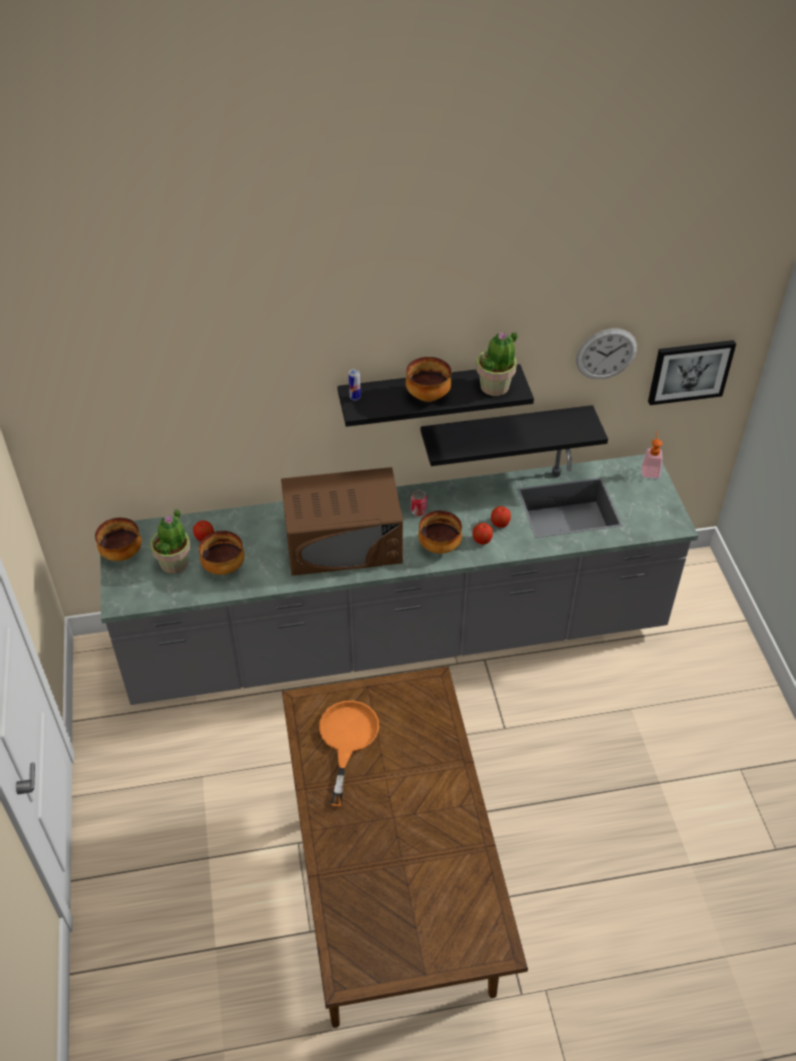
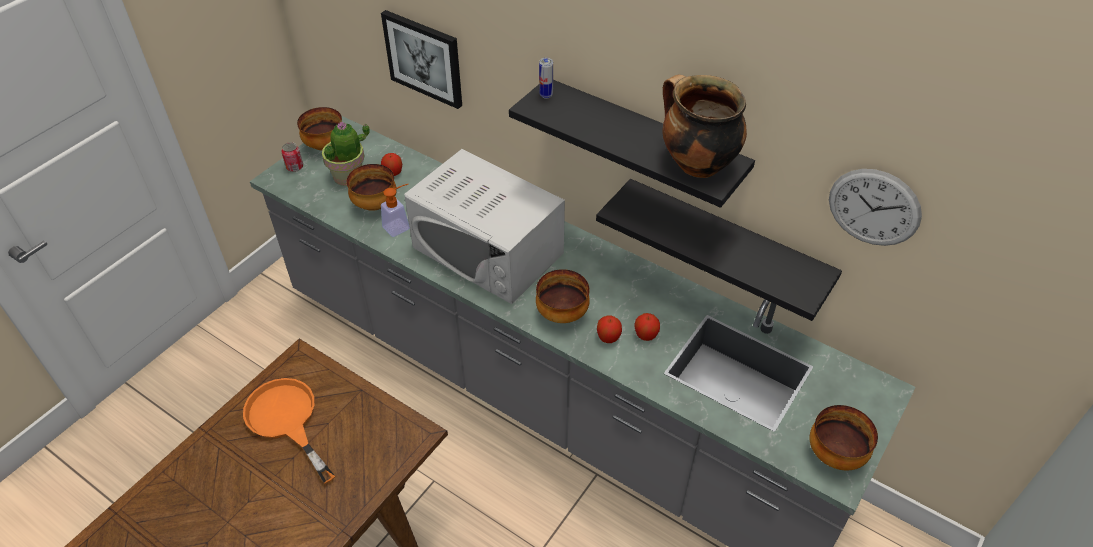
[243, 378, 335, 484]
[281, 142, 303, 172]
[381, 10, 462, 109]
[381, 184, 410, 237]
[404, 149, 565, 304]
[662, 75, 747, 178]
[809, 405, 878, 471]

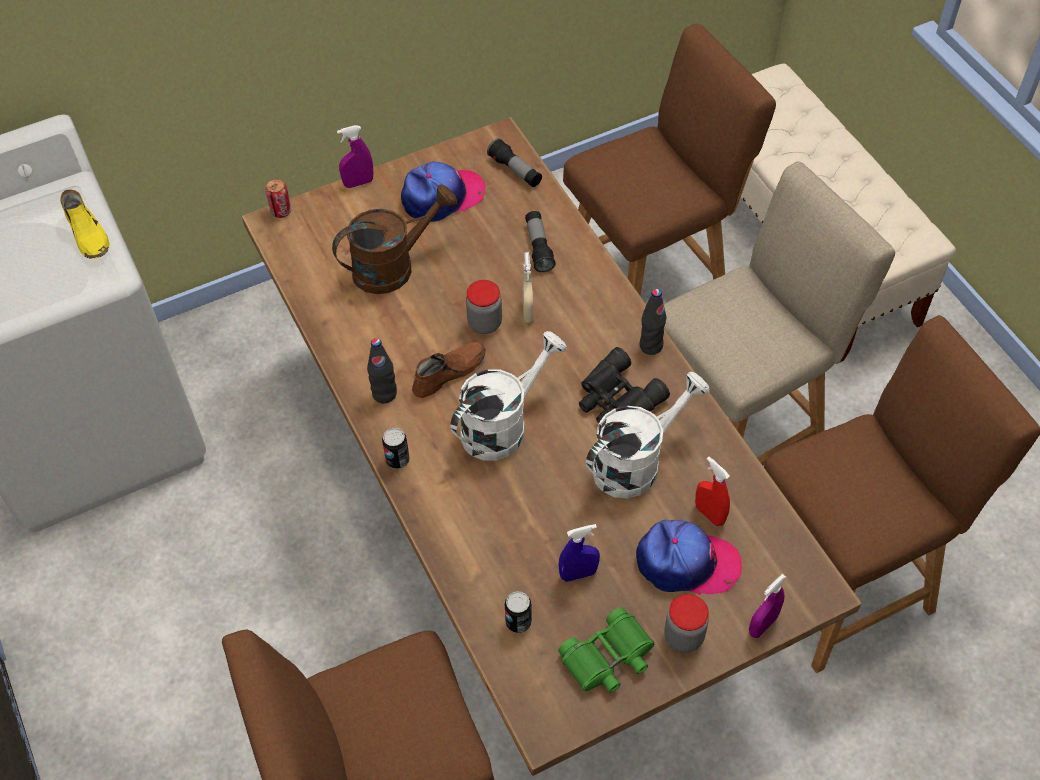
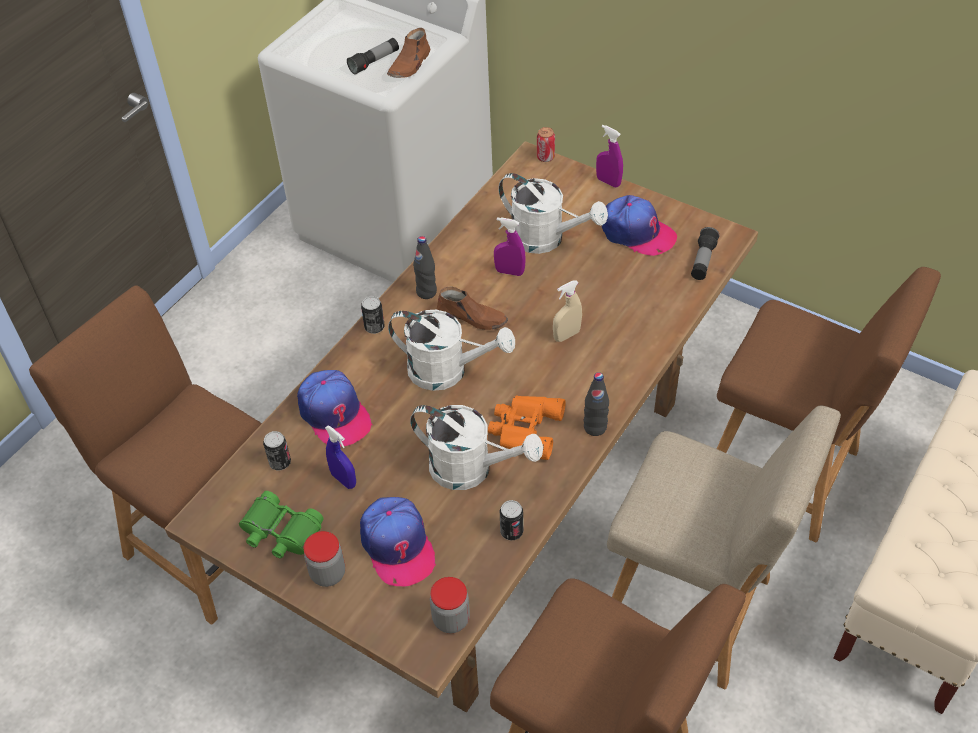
[297, 370, 372, 447]
[347, 38, 399, 75]
[387, 28, 431, 78]
[430, 577, 470, 633]
[488, 395, 566, 460]
[494, 217, 526, 276]
[498, 173, 608, 254]
[500, 500, 523, 540]
[695, 457, 730, 526] (first image)

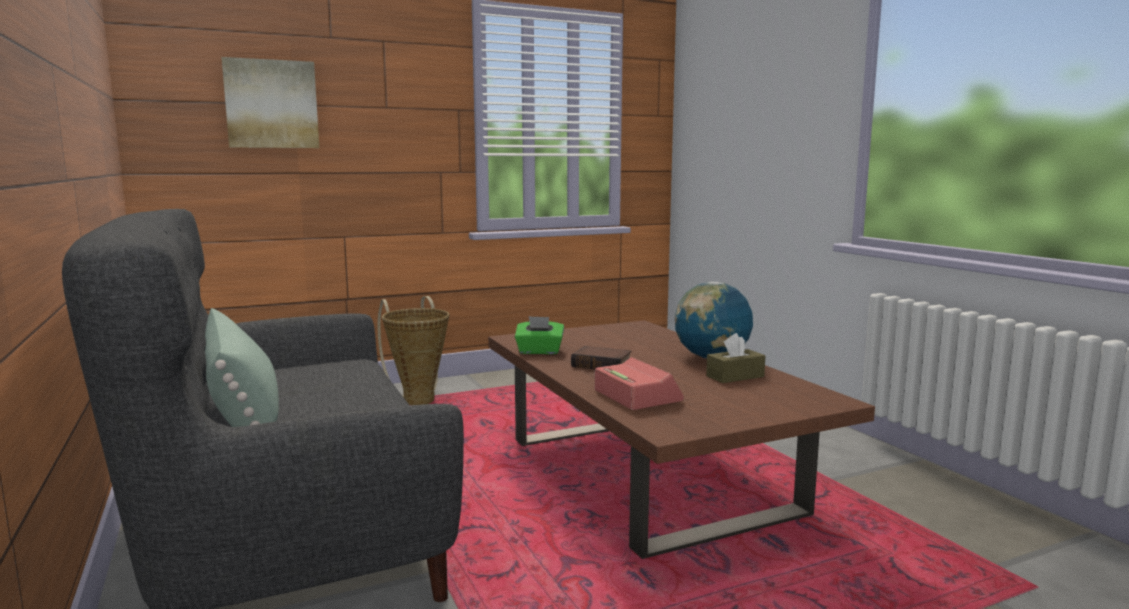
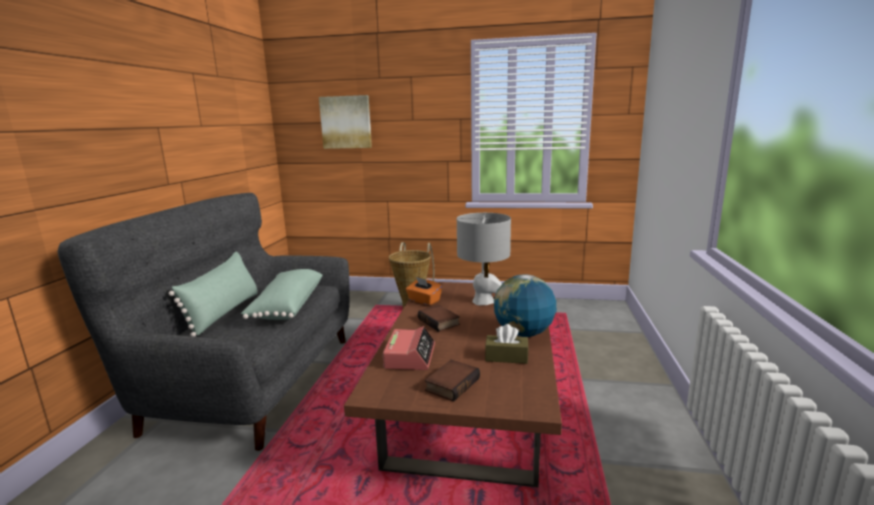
[241, 269, 323, 320]
[406, 277, 442, 306]
[425, 360, 480, 402]
[457, 213, 511, 305]

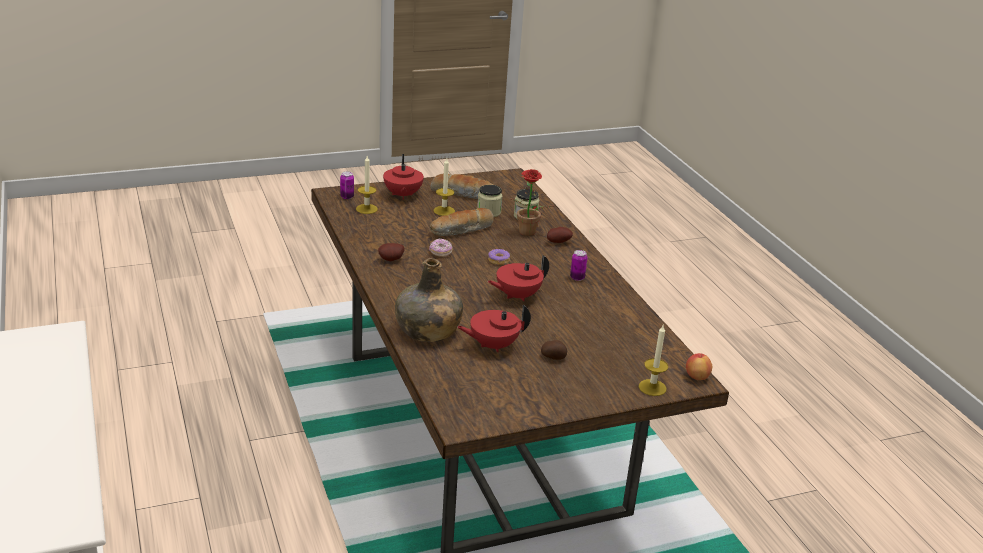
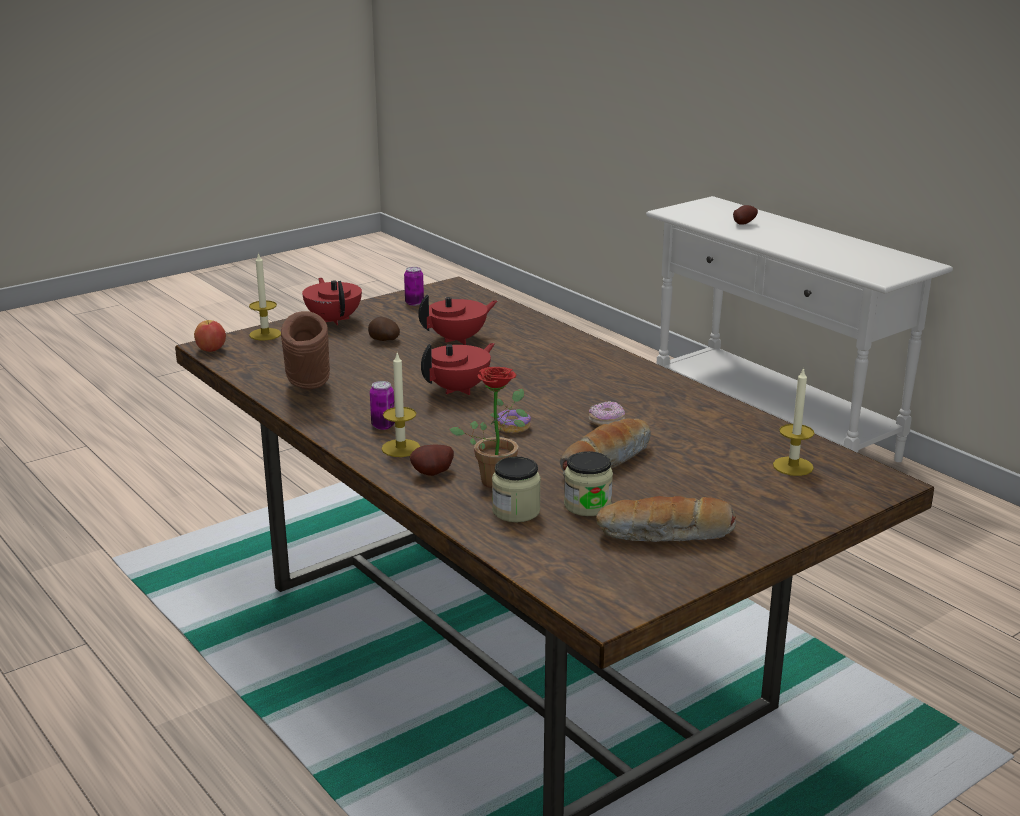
[281, 311, 330, 389]
[302, 278, 362, 325]
[382, 353, 420, 457]
[404, 267, 424, 306]
[733, 205, 758, 225]
[395, 258, 463, 342] (first image)

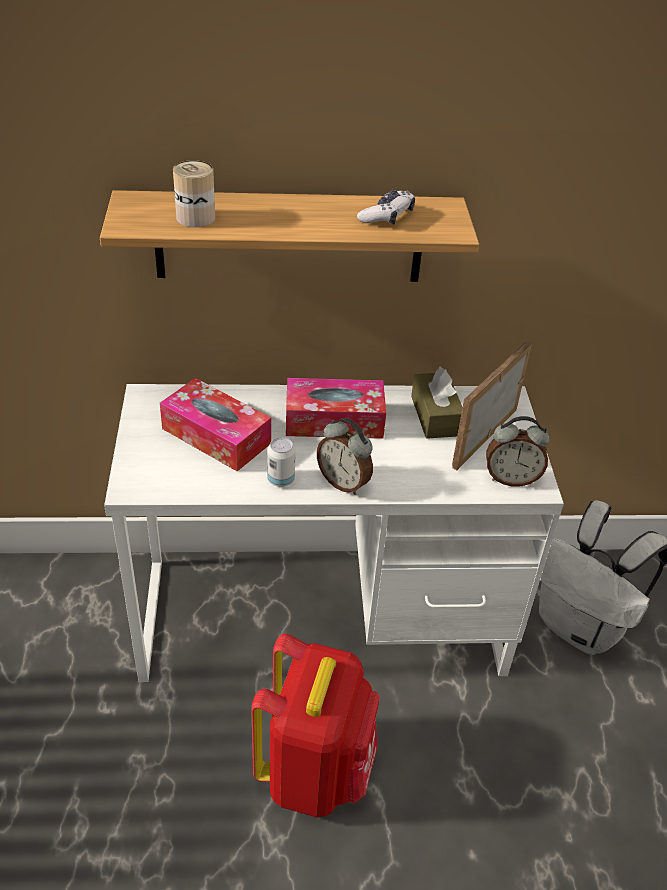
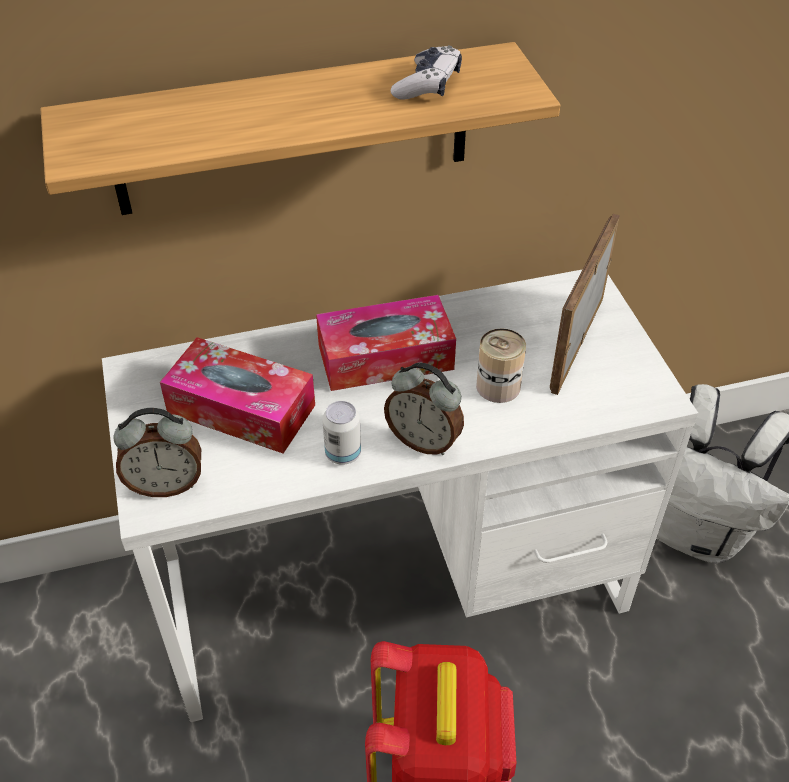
[113, 408, 201, 497]
[476, 328, 526, 403]
[411, 367, 463, 439] (first image)

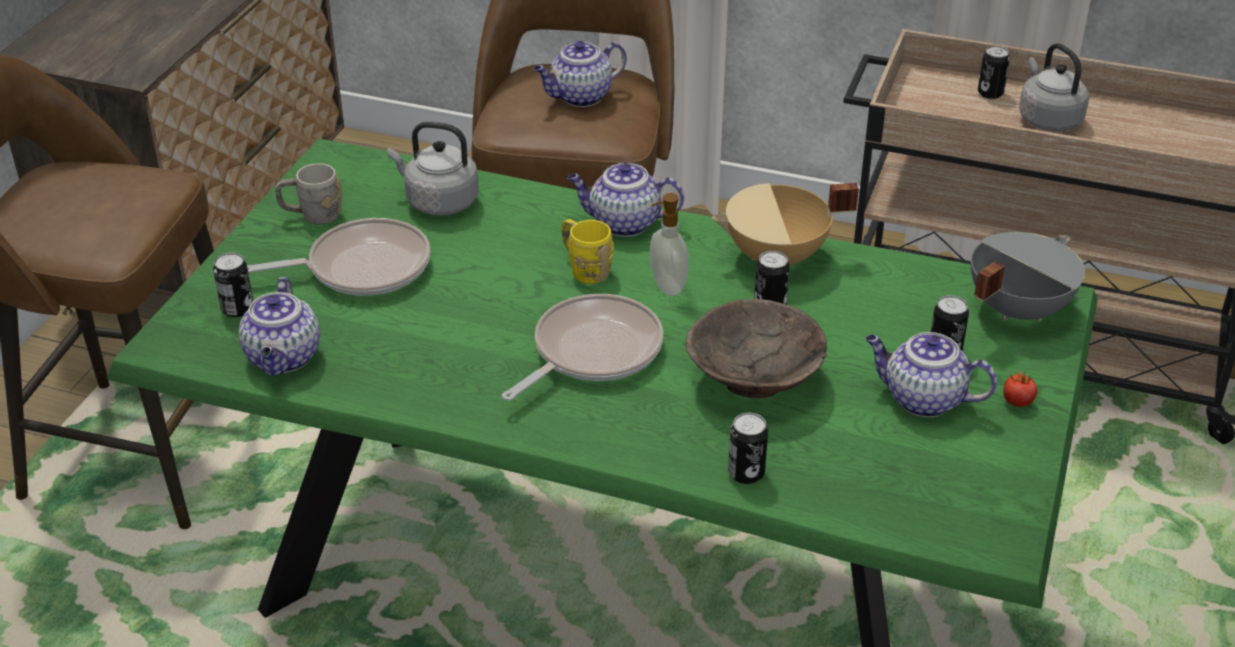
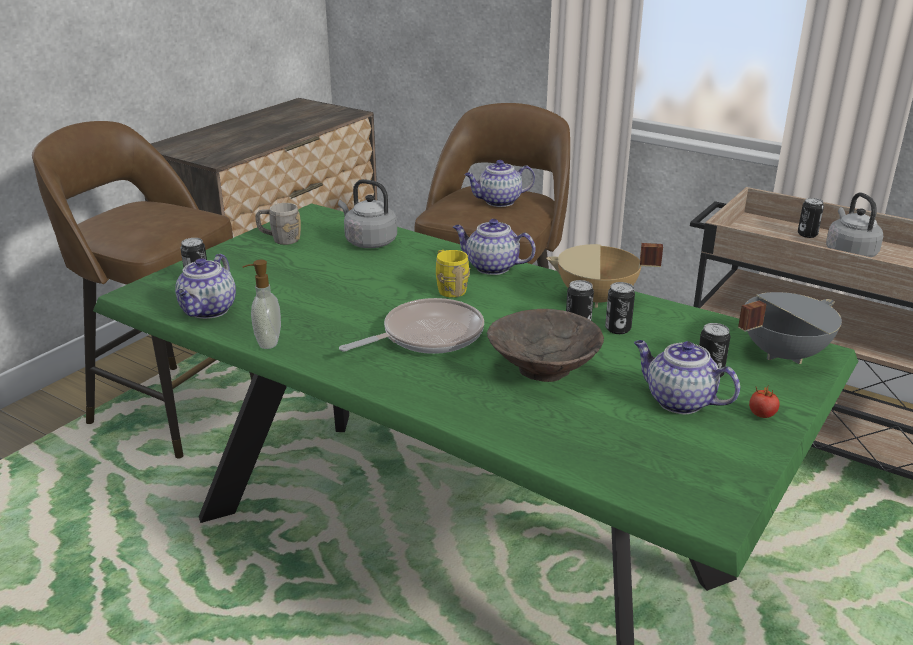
[243, 260, 281, 349]
[605, 282, 635, 334]
[247, 218, 431, 296] (first image)

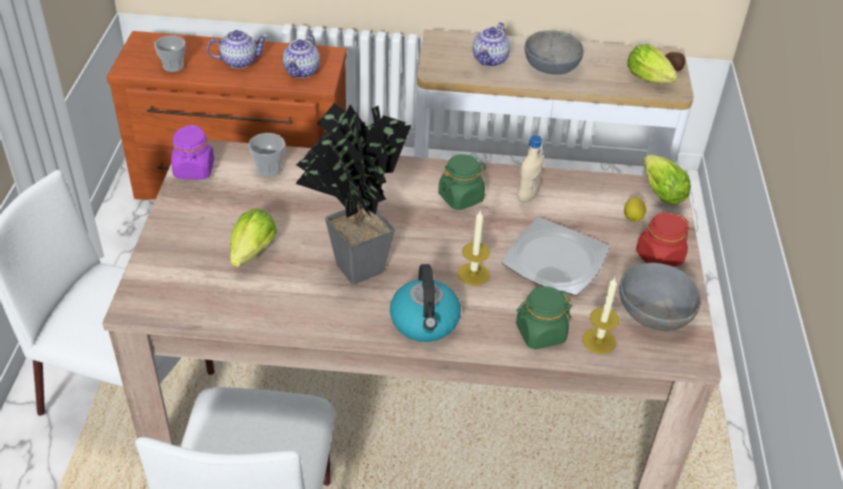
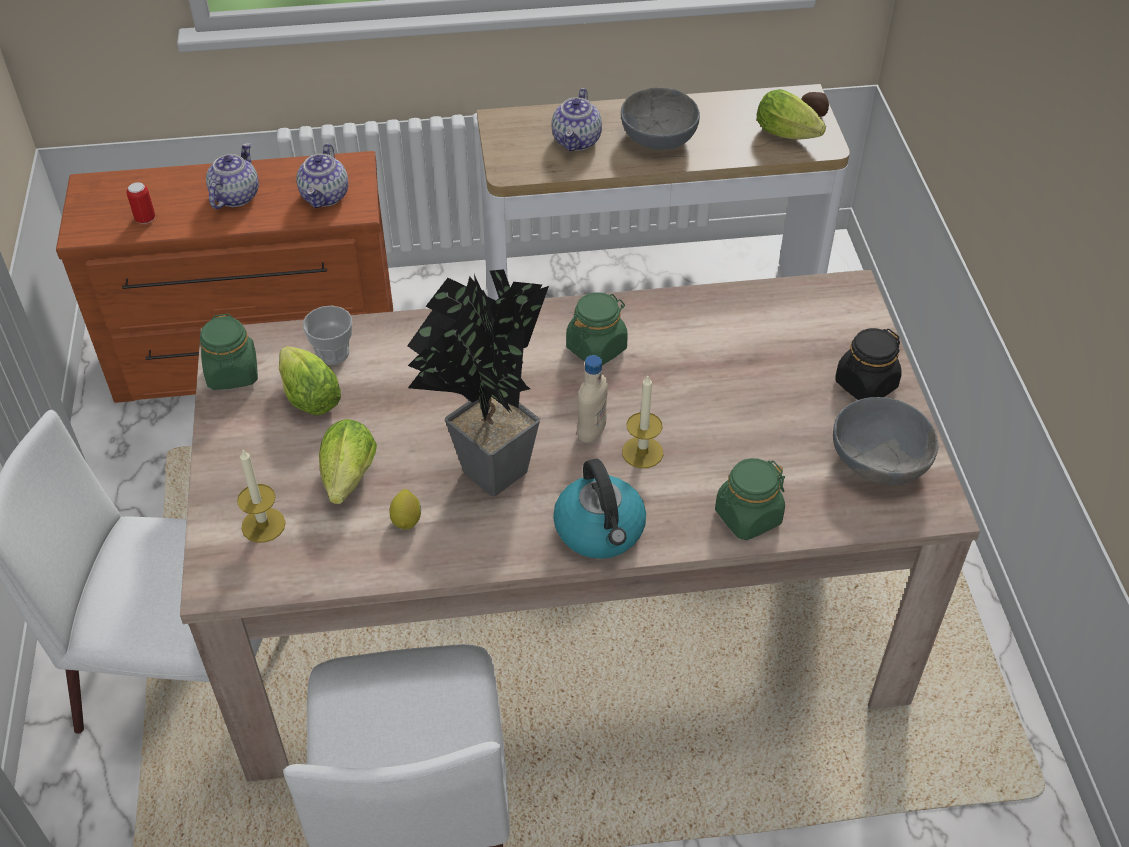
[127, 182, 155, 224]
[199, 314, 258, 390]
[206, 143, 259, 209]
[237, 450, 286, 543]
[279, 346, 341, 415]
[389, 489, 421, 529]
[577, 355, 608, 443]
[835, 328, 901, 400]
[502, 217, 610, 296] (first image)

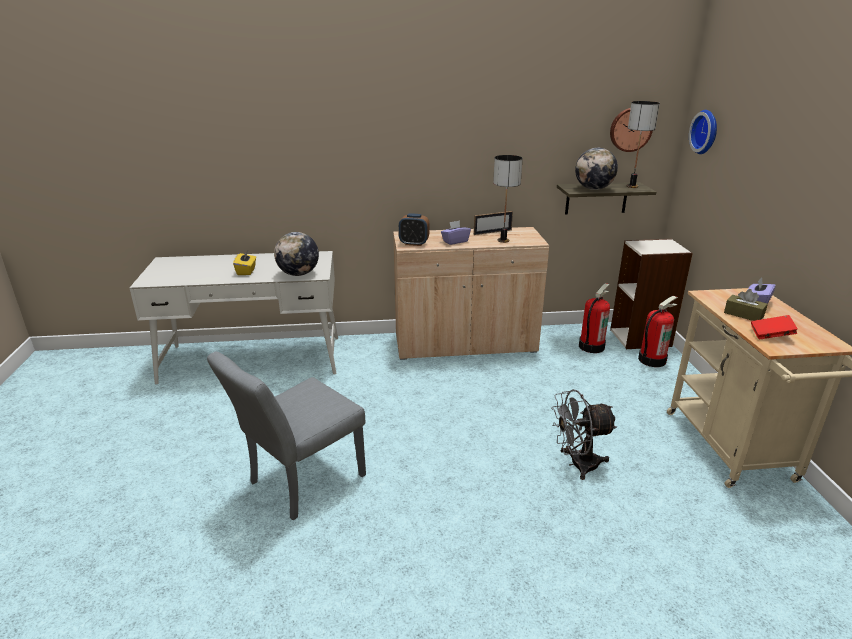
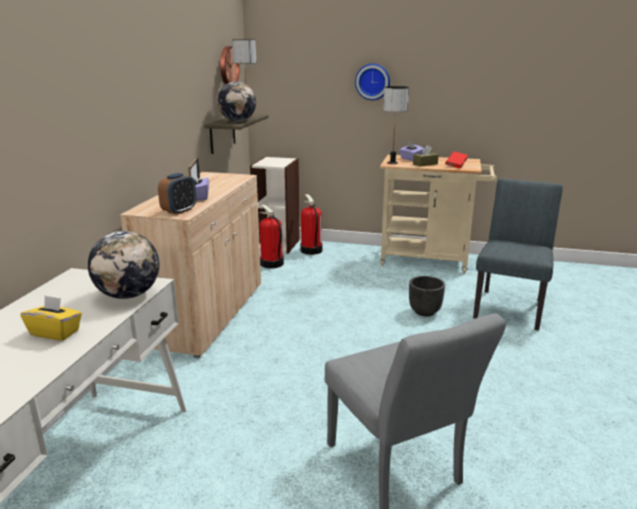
[355, 63, 390, 100]
[383, 86, 409, 164]
[409, 276, 445, 316]
[473, 178, 563, 331]

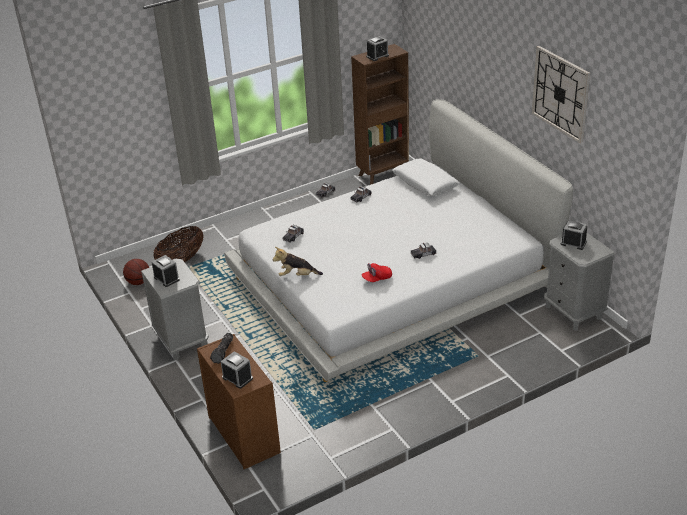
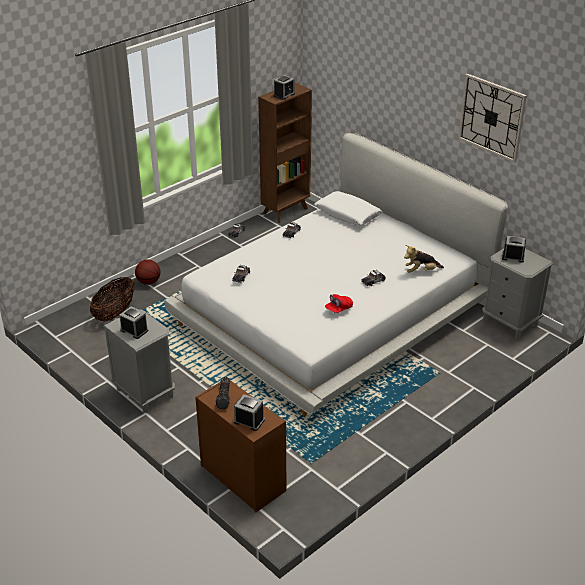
[135, 259, 160, 285]
[404, 245, 444, 273]

